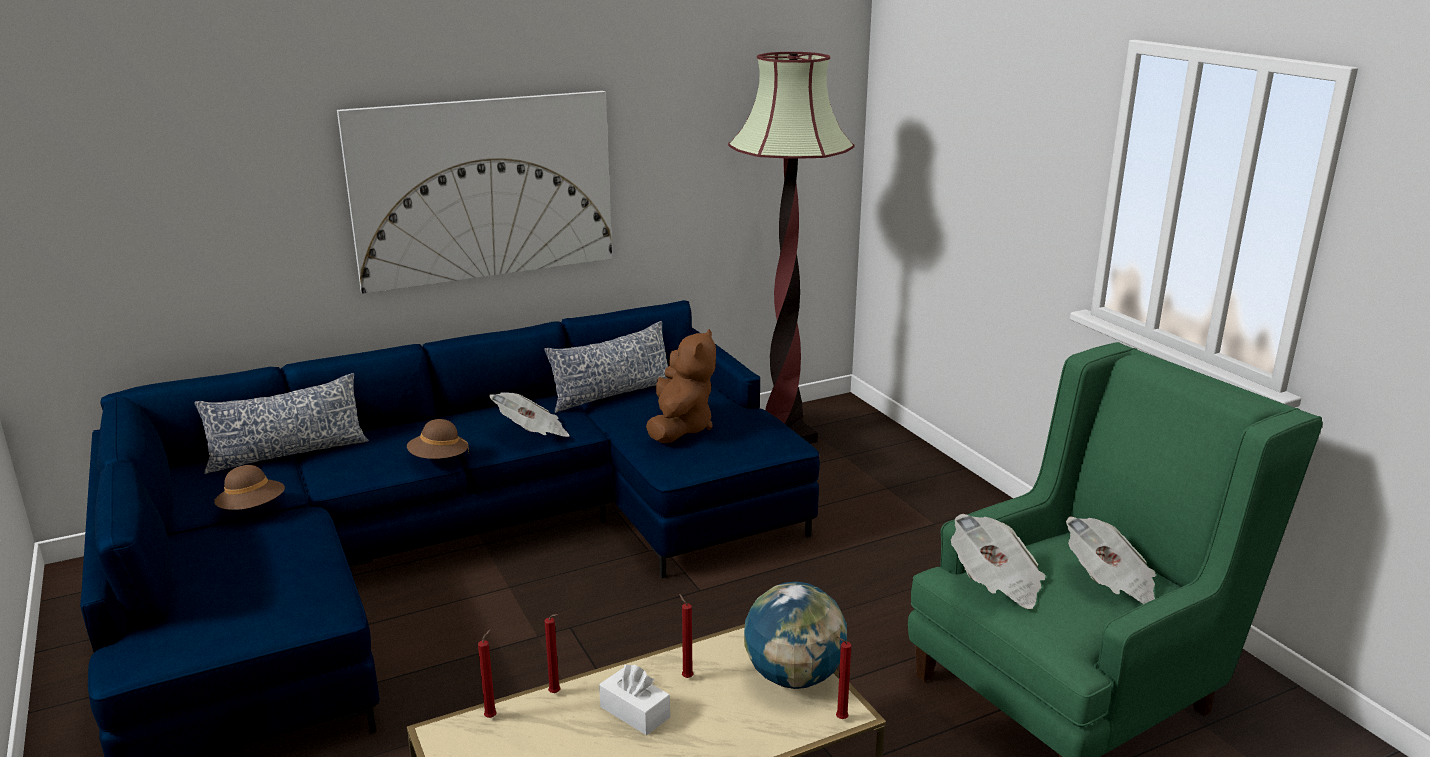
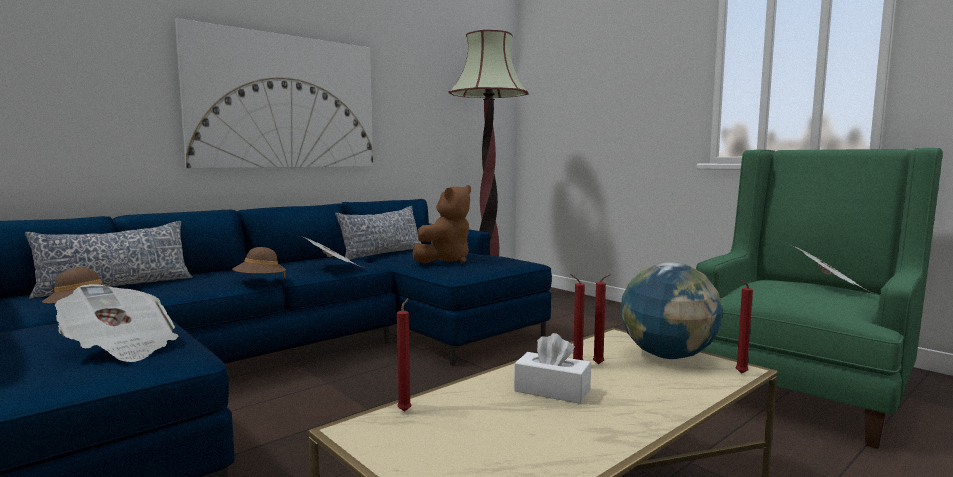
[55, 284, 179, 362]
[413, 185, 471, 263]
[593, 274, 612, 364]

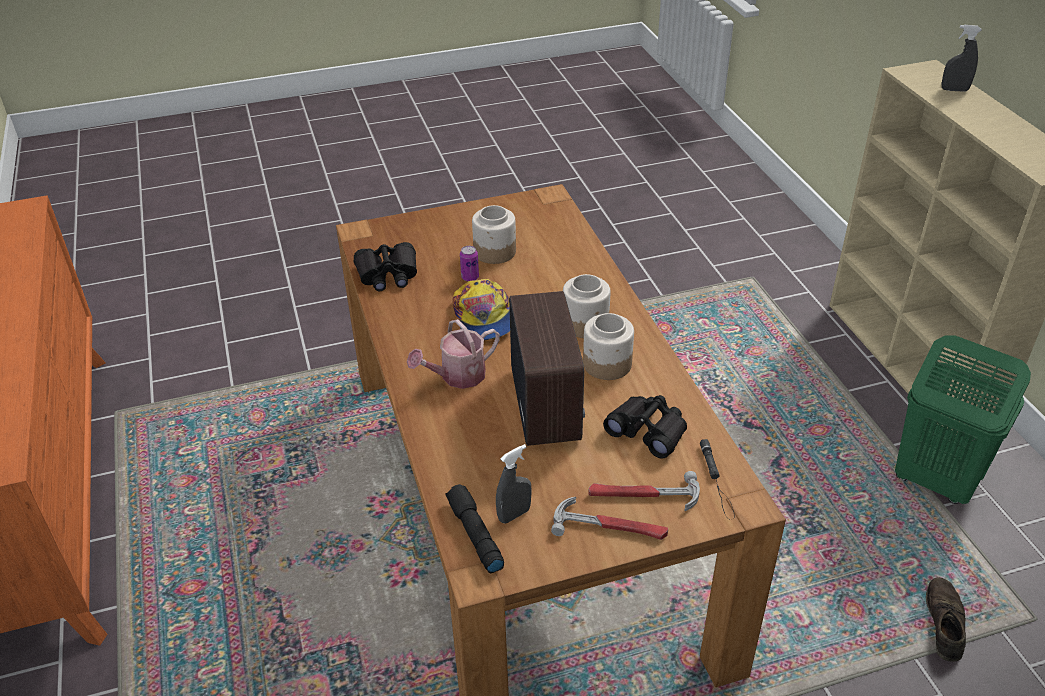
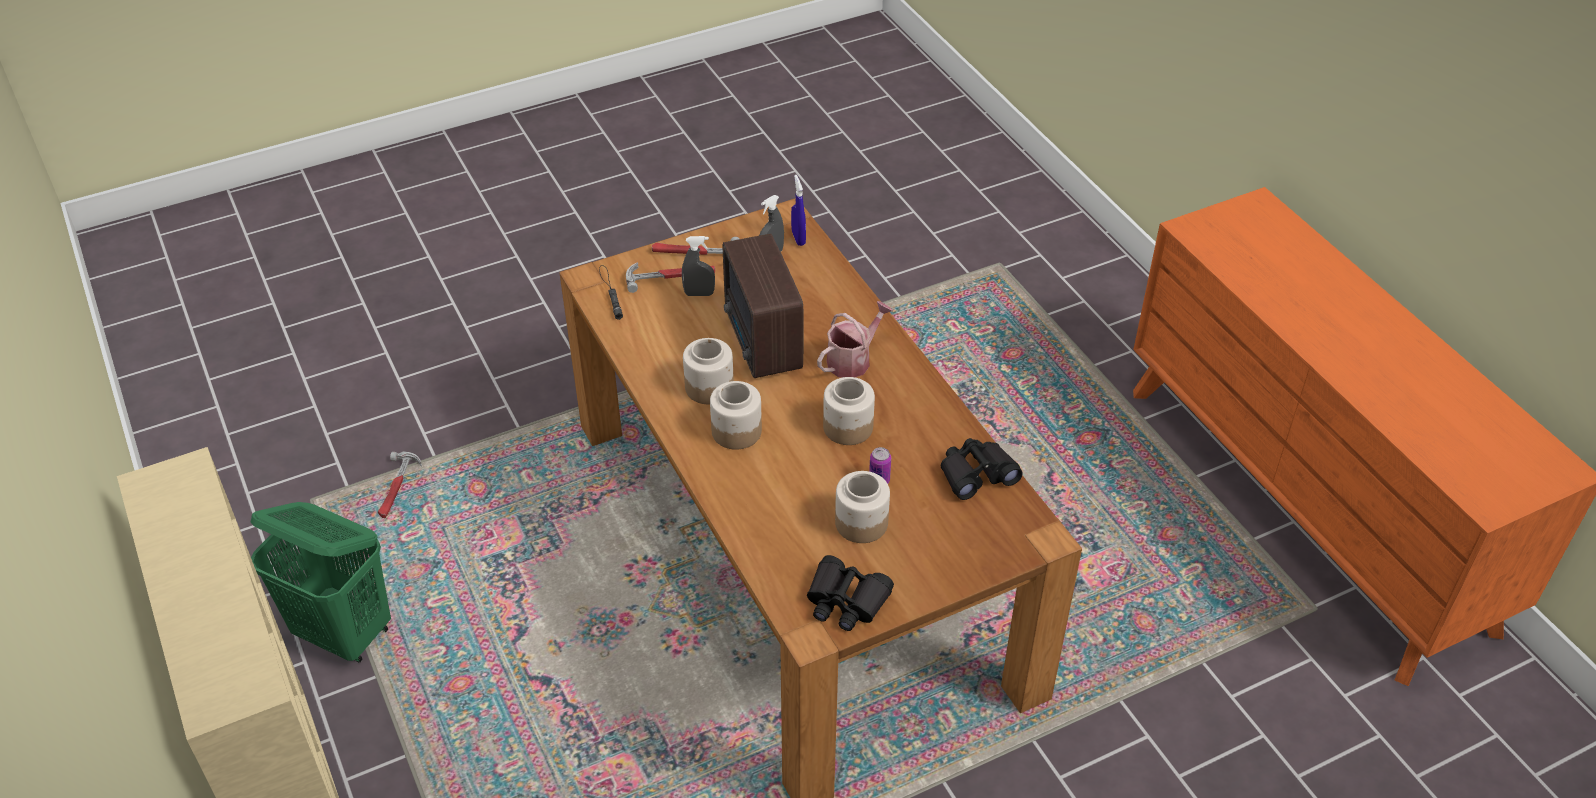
[378, 452, 422, 518]
[682, 236, 715, 296]
[791, 175, 806, 246]
[807, 555, 894, 631]
[823, 377, 875, 445]

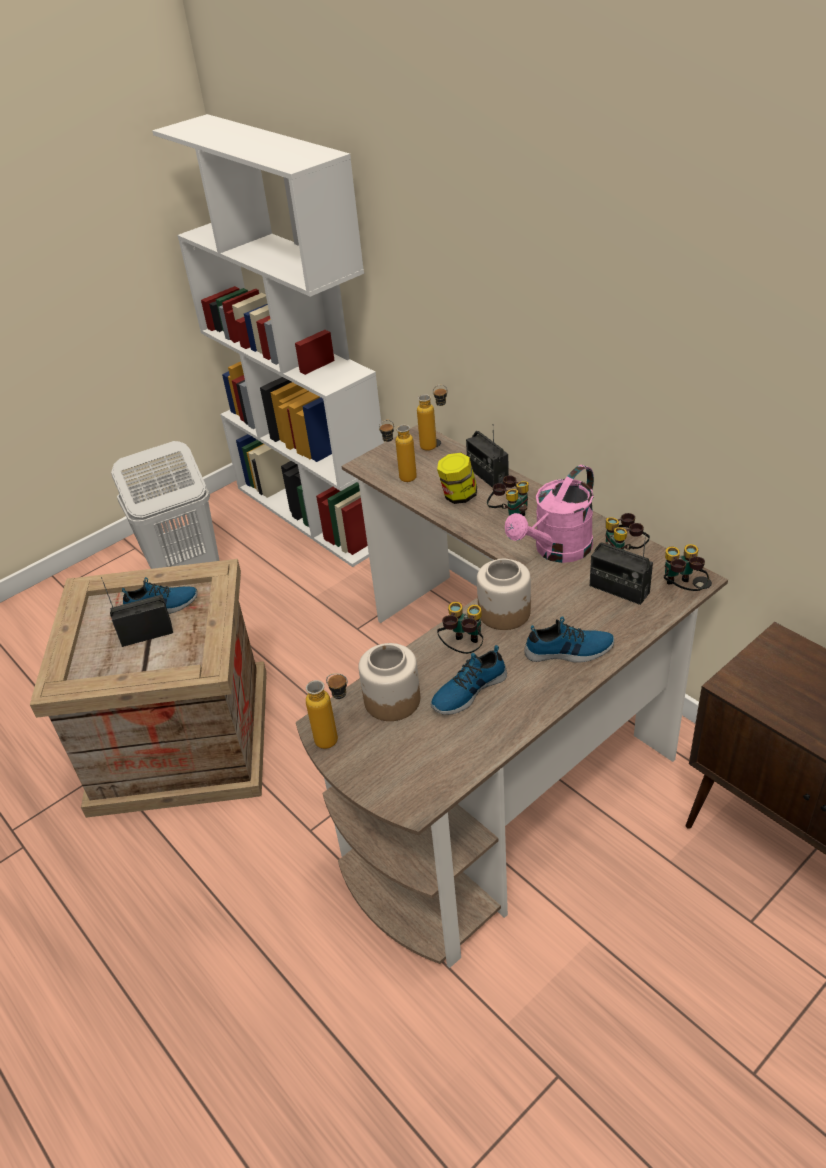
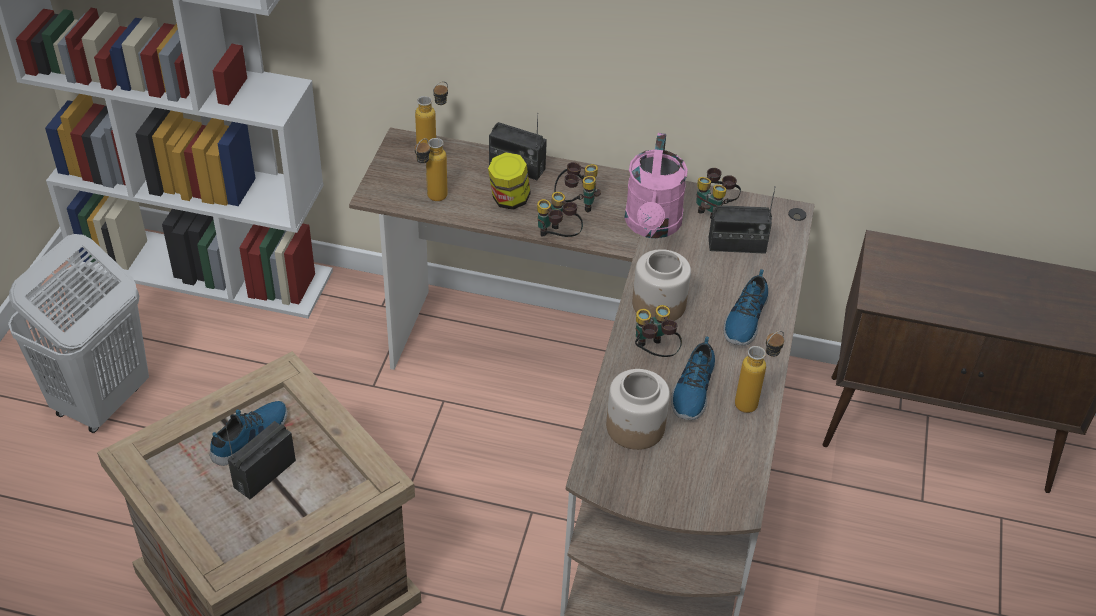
[537, 192, 583, 237]
[723, 269, 768, 346]
[735, 331, 784, 413]

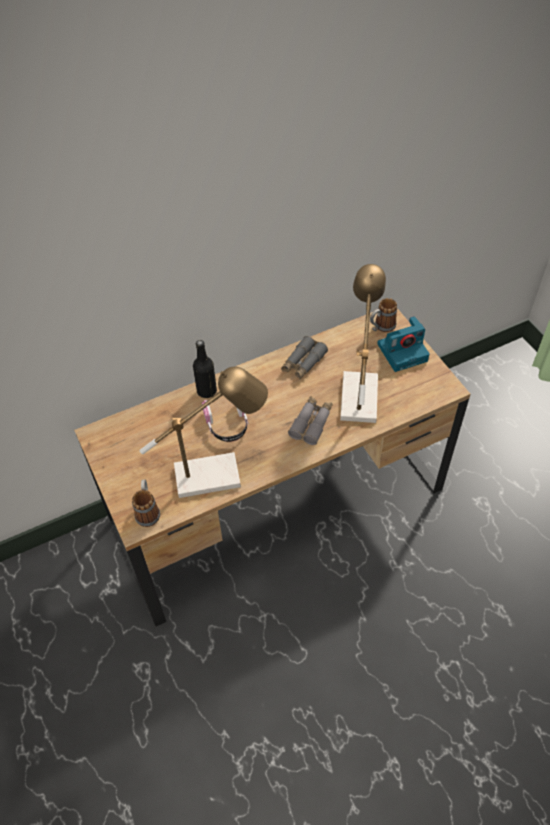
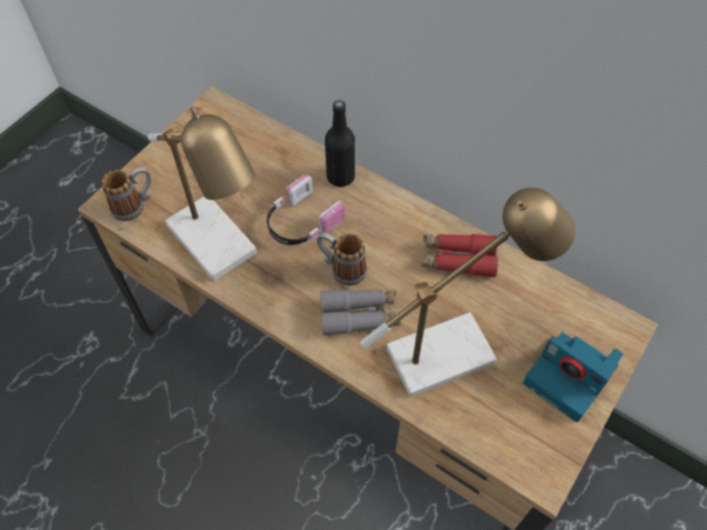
[317, 233, 367, 286]
[421, 234, 498, 277]

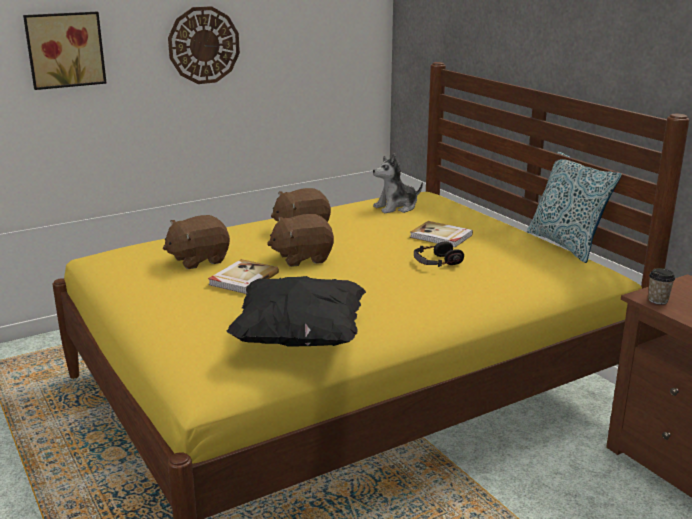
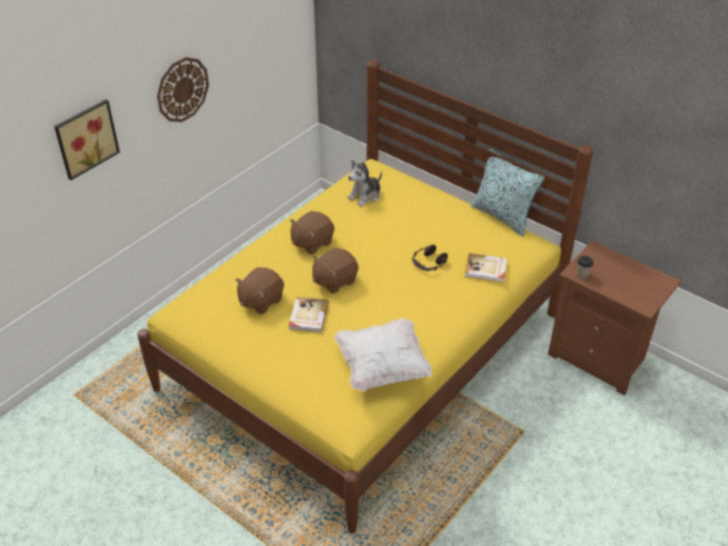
[334, 318, 432, 391]
[464, 253, 507, 282]

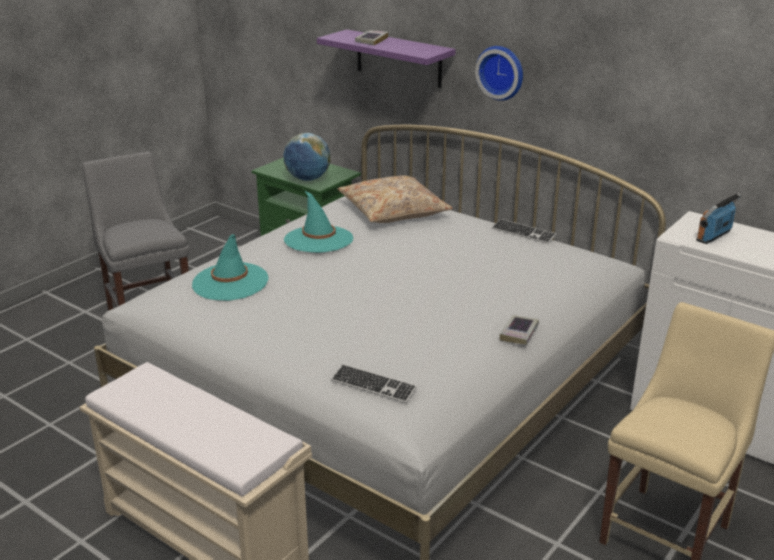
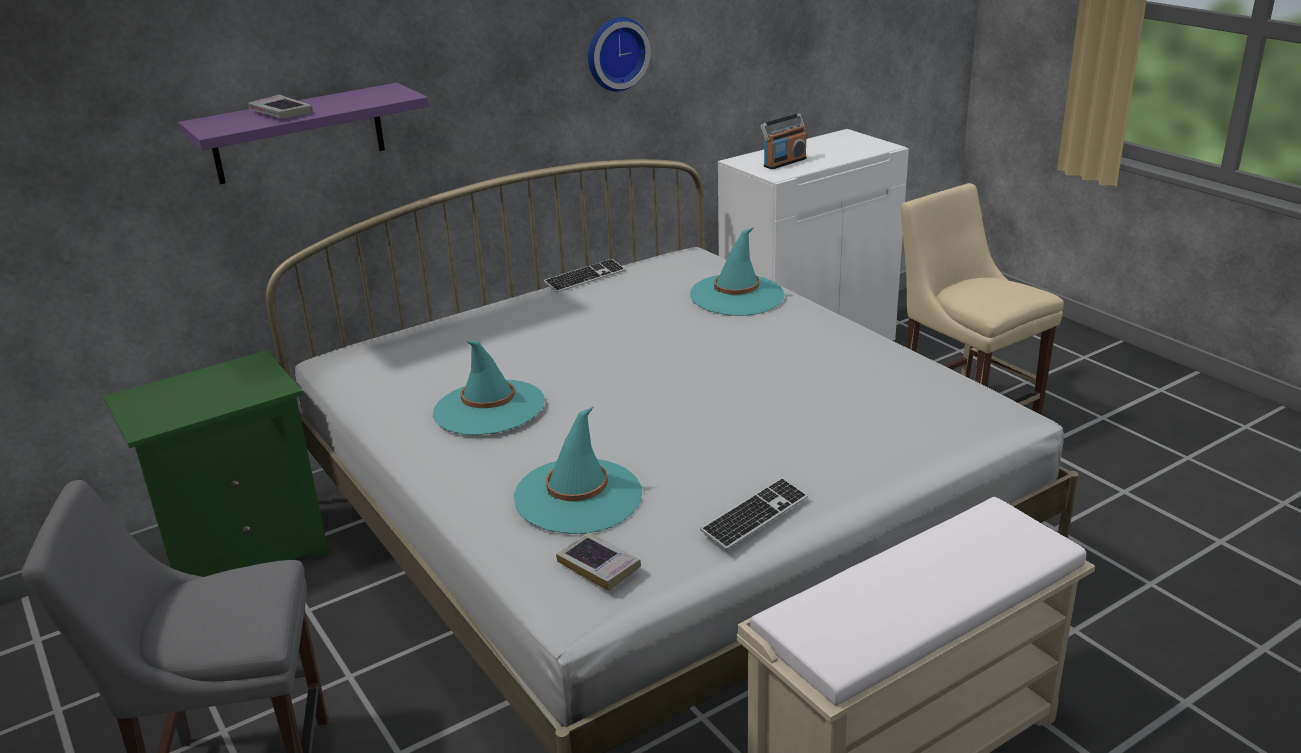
[556, 532, 641, 591]
[588, 17, 651, 91]
[690, 227, 785, 316]
[700, 478, 808, 550]
[760, 113, 807, 169]
[283, 133, 330, 181] (first image)
[338, 175, 453, 223] (first image)

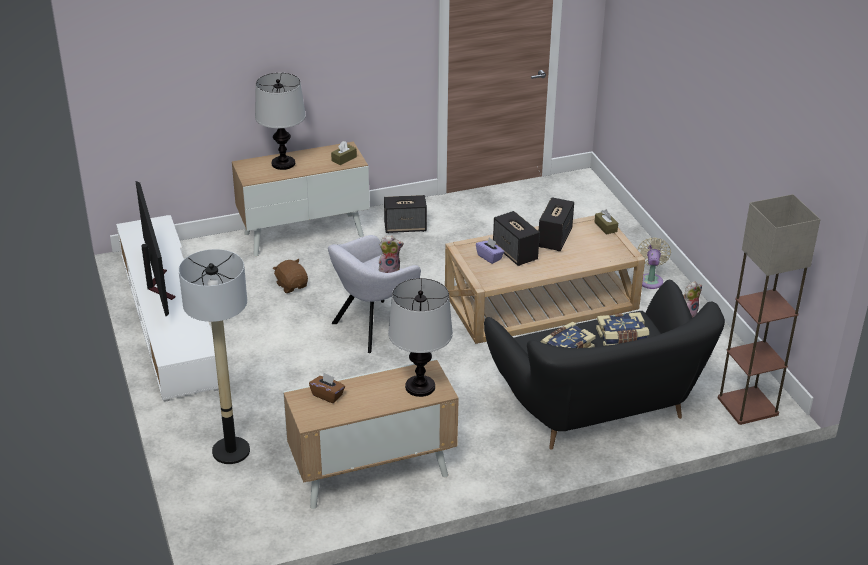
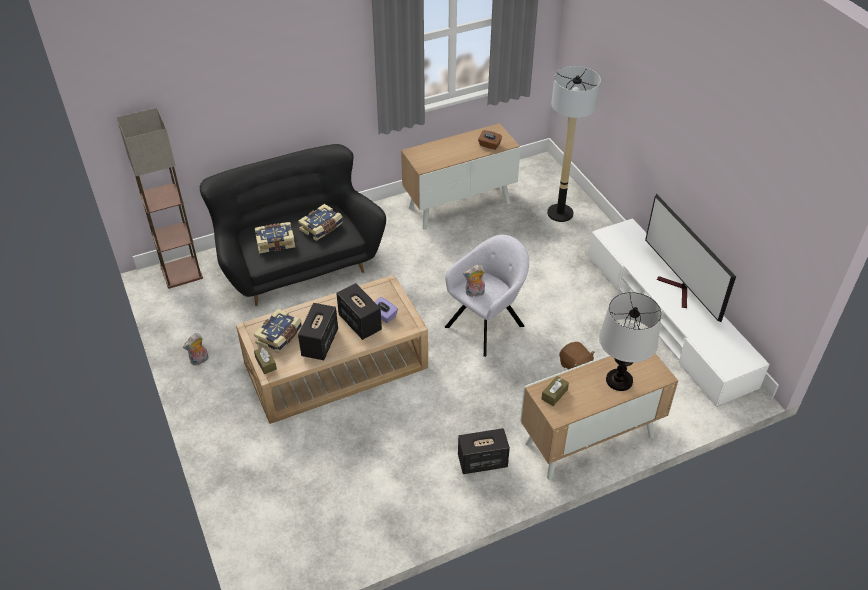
[254, 308, 302, 353]
[388, 278, 453, 397] (first image)
[638, 237, 671, 289] (first image)

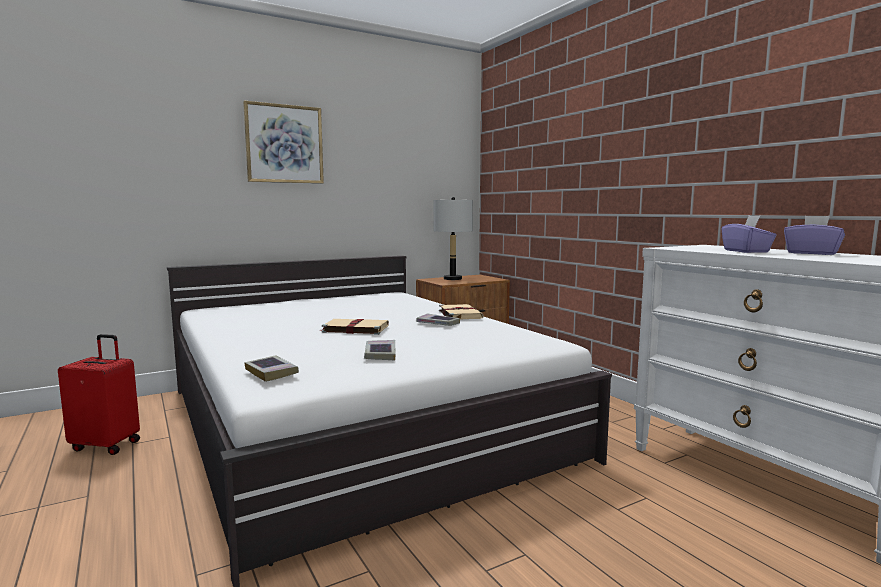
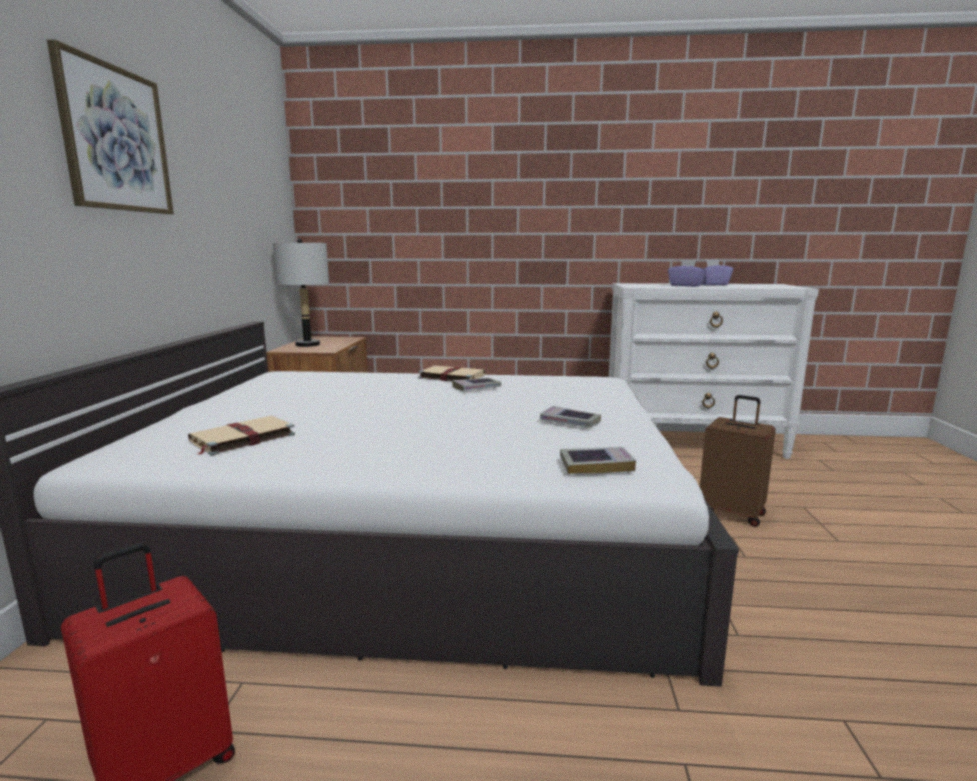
[188, 416, 295, 455]
[700, 395, 776, 527]

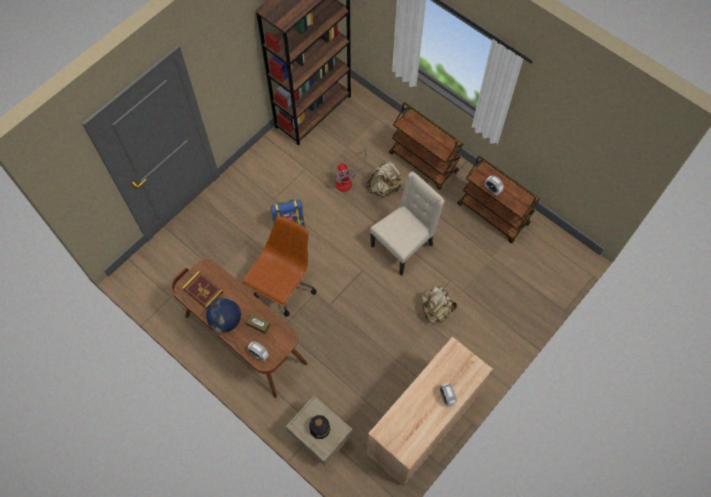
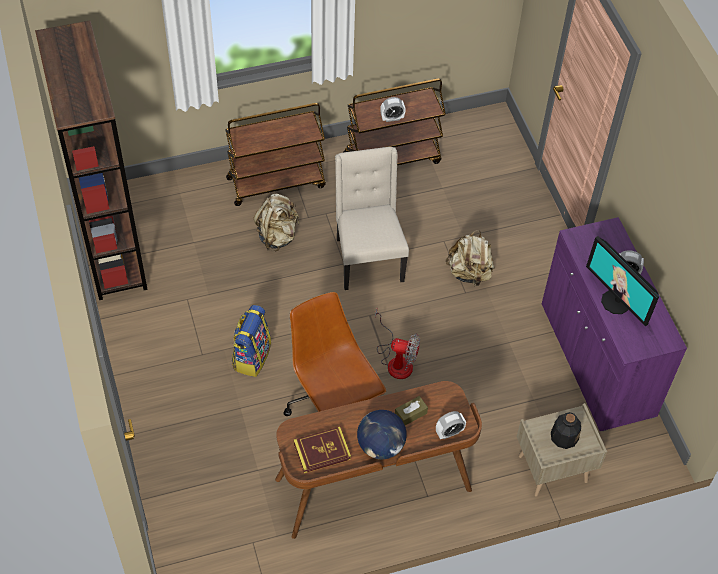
[375, 309, 420, 379]
[542, 217, 687, 431]
[586, 236, 659, 326]

